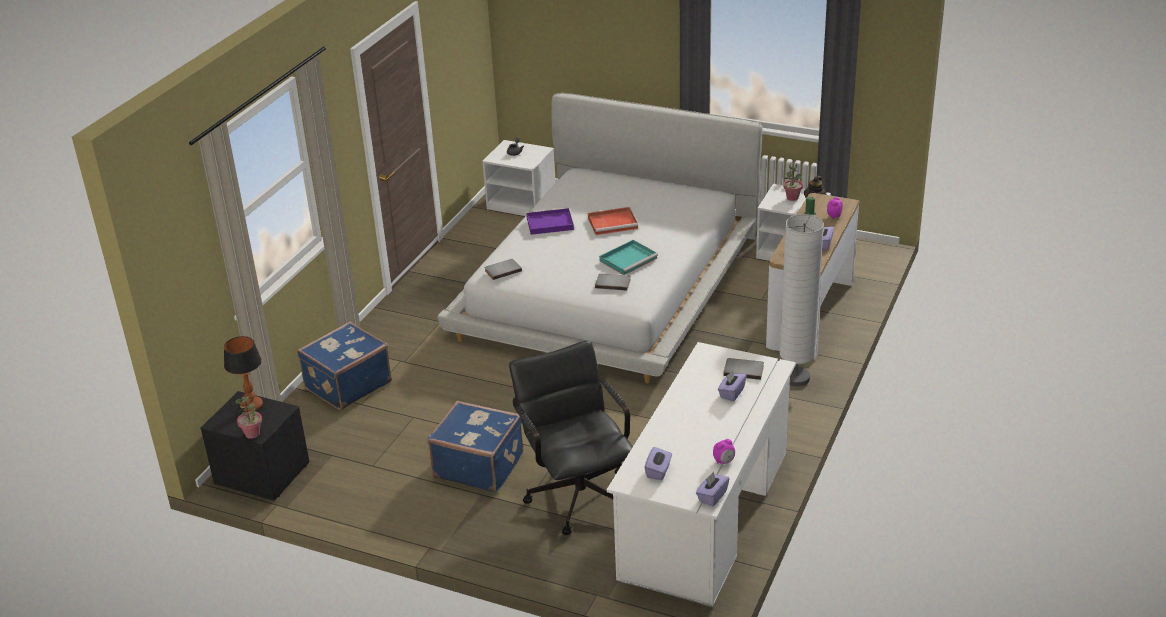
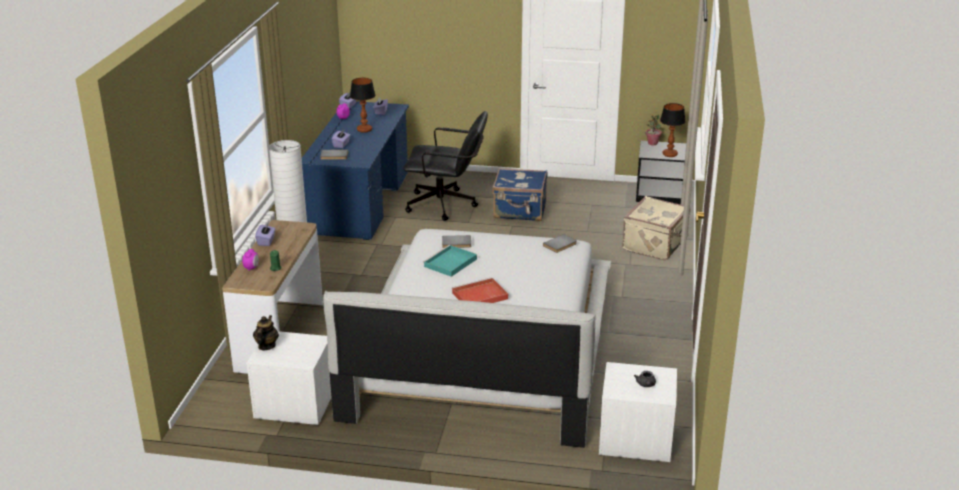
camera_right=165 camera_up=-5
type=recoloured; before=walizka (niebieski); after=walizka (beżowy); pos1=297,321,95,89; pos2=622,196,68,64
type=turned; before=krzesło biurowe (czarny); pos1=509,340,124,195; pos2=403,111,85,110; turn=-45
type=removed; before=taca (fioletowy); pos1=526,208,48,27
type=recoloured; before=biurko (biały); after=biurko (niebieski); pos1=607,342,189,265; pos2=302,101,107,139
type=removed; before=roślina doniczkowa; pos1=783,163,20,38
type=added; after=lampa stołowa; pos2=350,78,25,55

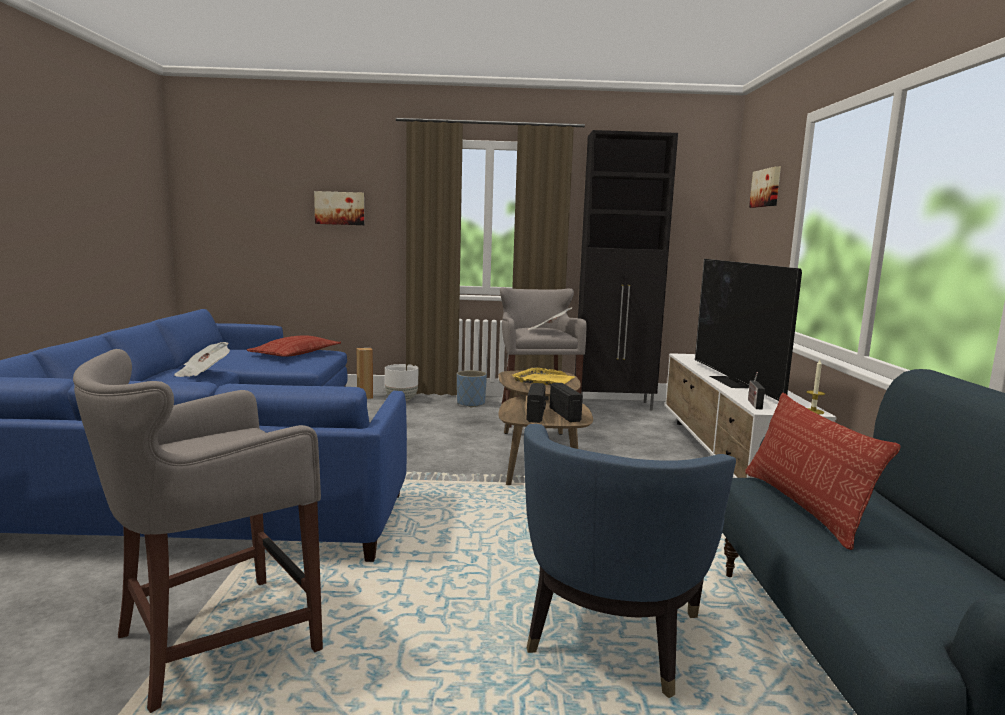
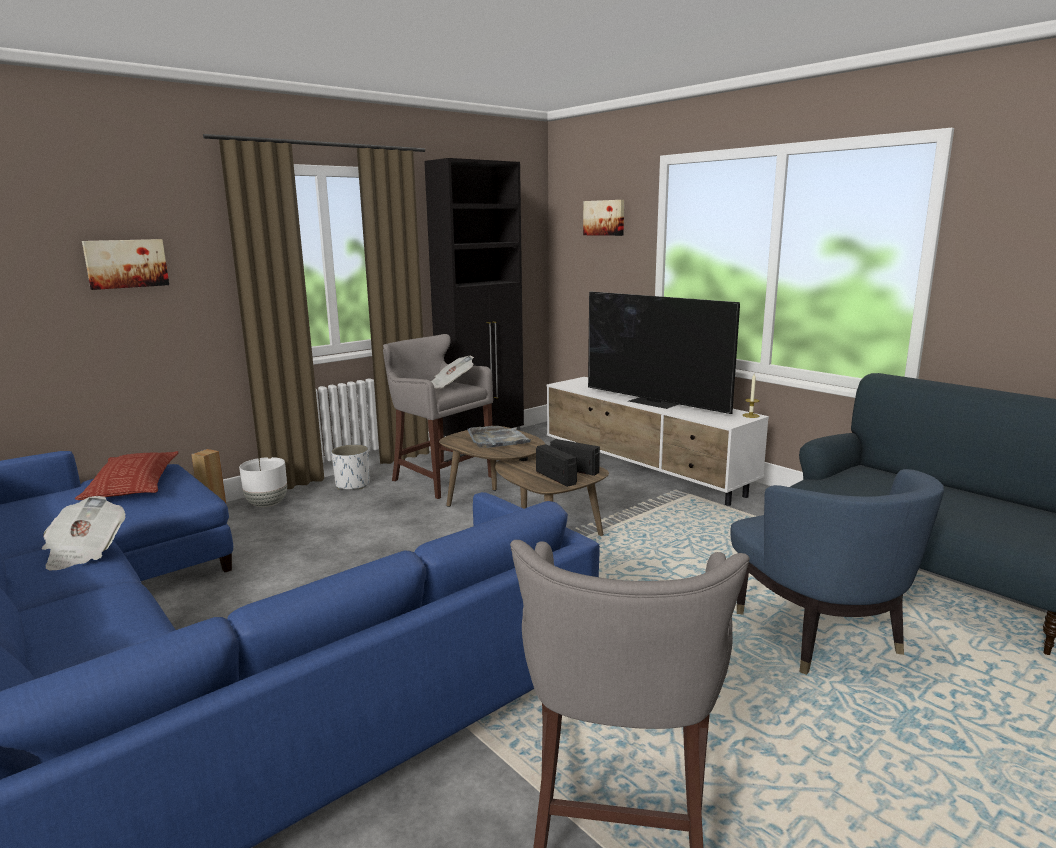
camera_right=-40 camera_up=5
type=recoloured; before=donica (niebieski); after=donica (biały); pos1=457,370,30,38; pos2=331,445,39,44
type=recoloured; before=taca (żółty); after=taca (szary); pos1=513,368,62,17; pos2=468,426,65,22
type=removed; before=poduszka; pos1=745,393,156,157
type=removed; before=radio; pos1=748,372,17,38

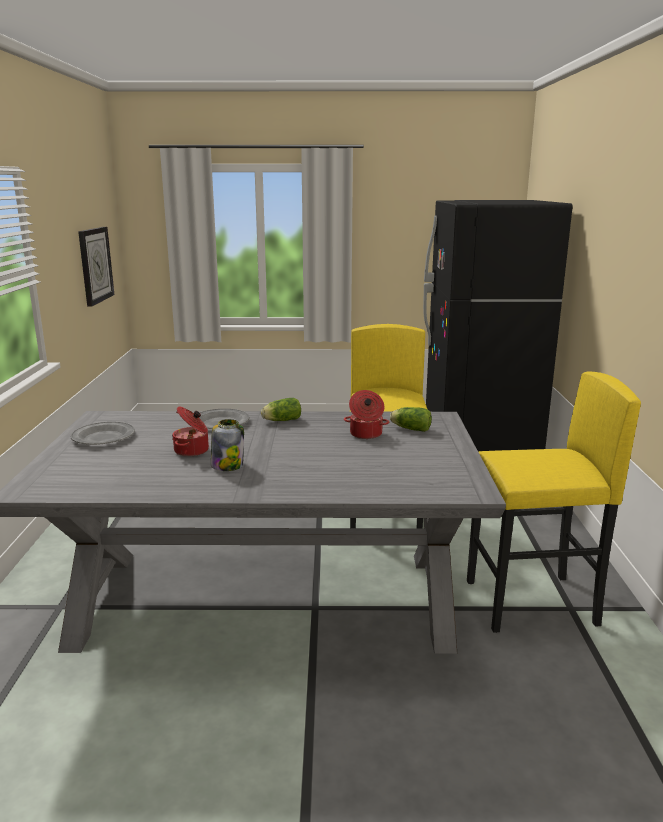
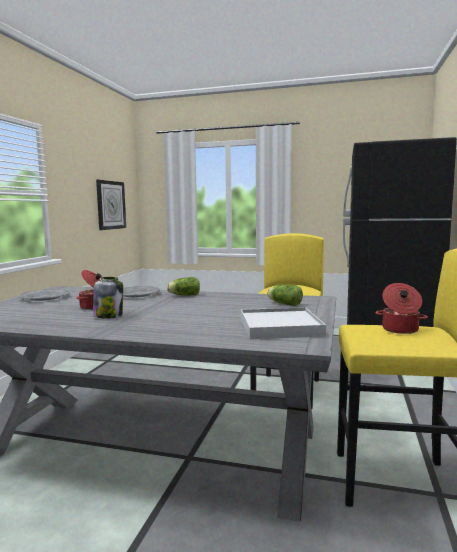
camera_right=15 camera_up=-10
type=moved; before=garnek; pos1=344,390,45,49; pos2=375,283,53,51
type=added; after=taca (biały); pos2=241,307,85,32

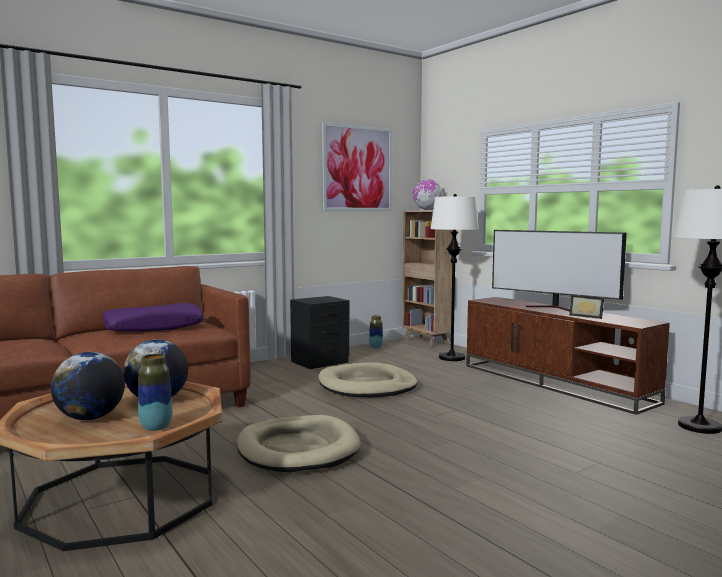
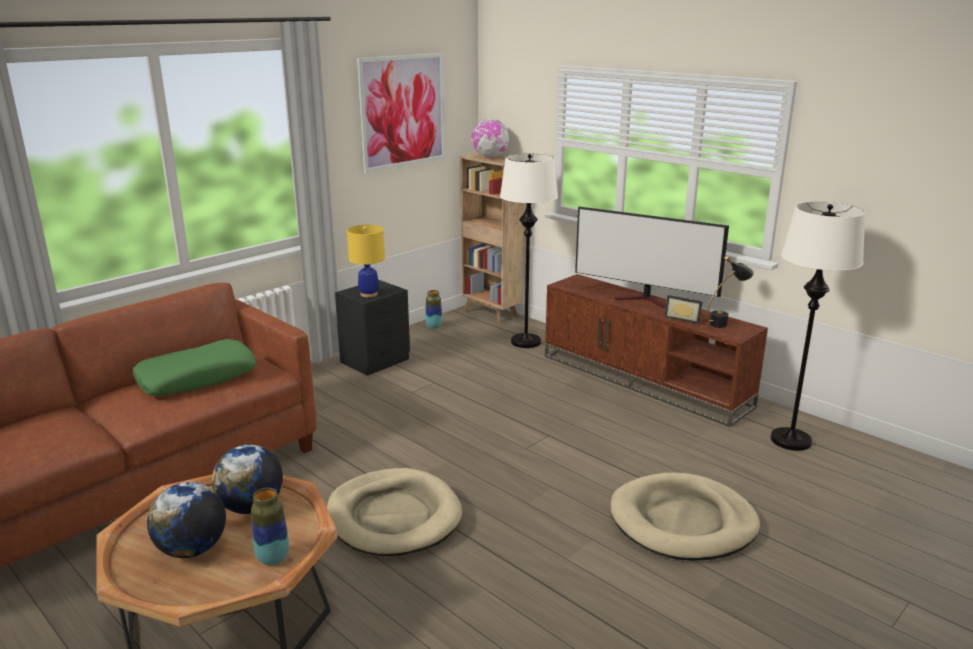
camera_right=-10 camera_up=15
type=recoloured; before=poduszka (fioletowy); after=poduszka (zielony); pos1=103,303,101,29; pos2=133,339,123,57
type=moved; before=legowisko (beżowy); pos1=318,362,100,35; pos2=611,473,149,88
type=added; after=lampa stołowa (żółty); pos2=347,225,38,72
type=added; after=lampa stołowa (czarny); pos2=706,255,48,73

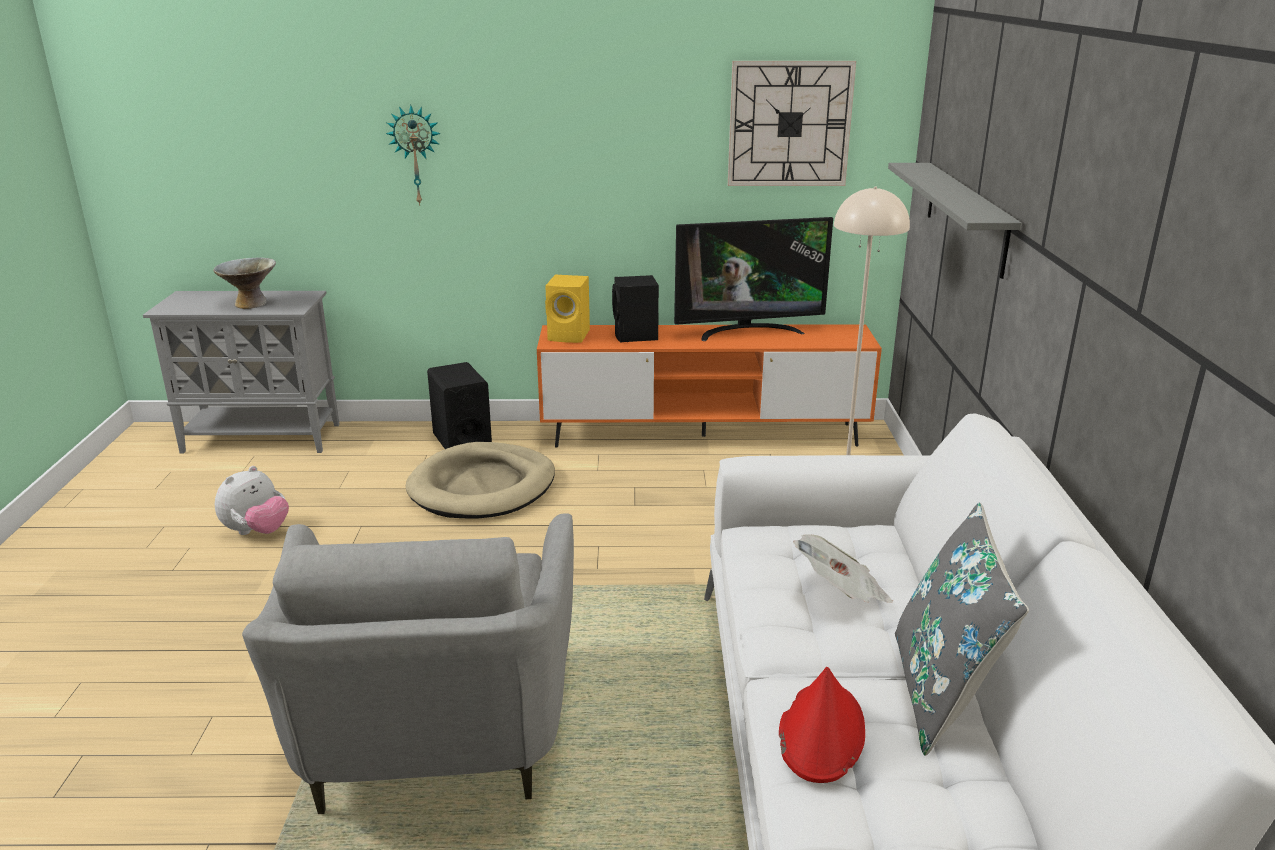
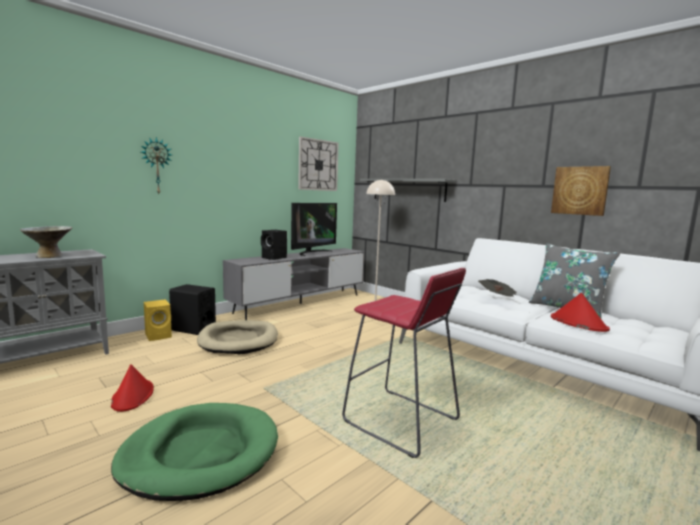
camera_right=-45 camera_up=-15
type=replaced; before=pluszak; after=kapelusz (czerwony); pos1=215,466,74,69; pos2=111,364,43,48
type=replaced; before=fotel (szary); after=stołek (czerwony); pos1=242,513,332,301; pos2=342,268,124,190
type=recoloured; before=szafka pod telewizor (pomarańczowy); after=szafka pod telewizor (szary); pos1=537,324,345,123; pos2=223,248,142,72
type=moved; before=głośnik (żółty); pos1=545,275,45,68; pos2=144,299,28,42
type=added; after=legowisko (zielony); pos2=111,403,167,98
type=added; after=obraz; pos2=551,166,60,50

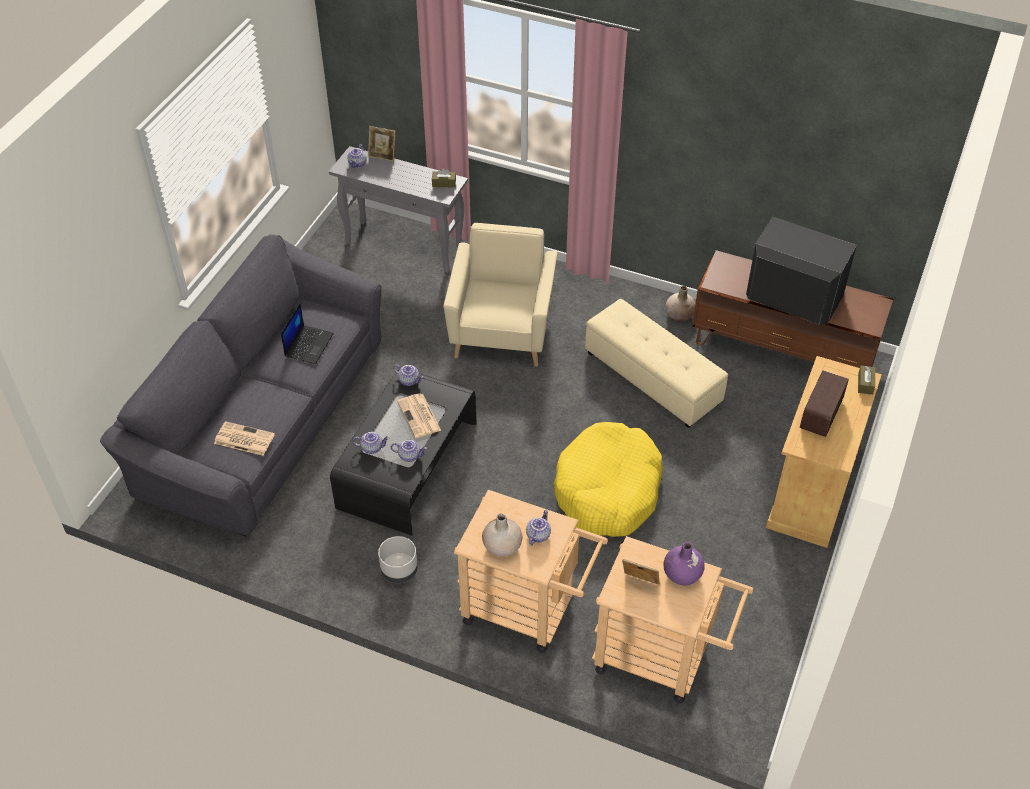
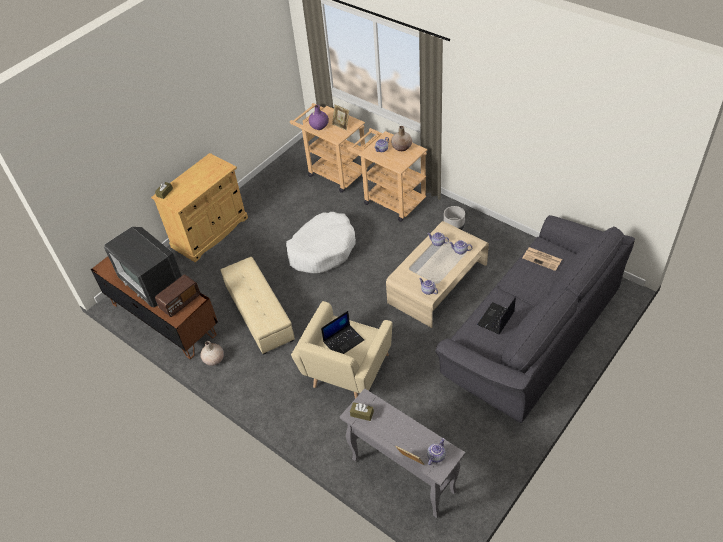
camera_right=-160 camera_up=0
type=recoloured; before=ława (czarny); after=ława (beżowy); pos1=330,368,147,168; pos2=386,221,103,107
type=removed; before=gazeta; pos1=397,393,44,45
type=recoloured; before=legowisko (żółty); after=legowisko (biały); pos1=554,422,109,115; pos2=286,212,70,61
type=moved; before=radio; pos1=800,370,49,67; pos2=155,274,45,43
type=added; after=laptop; pos2=321,311,43,43

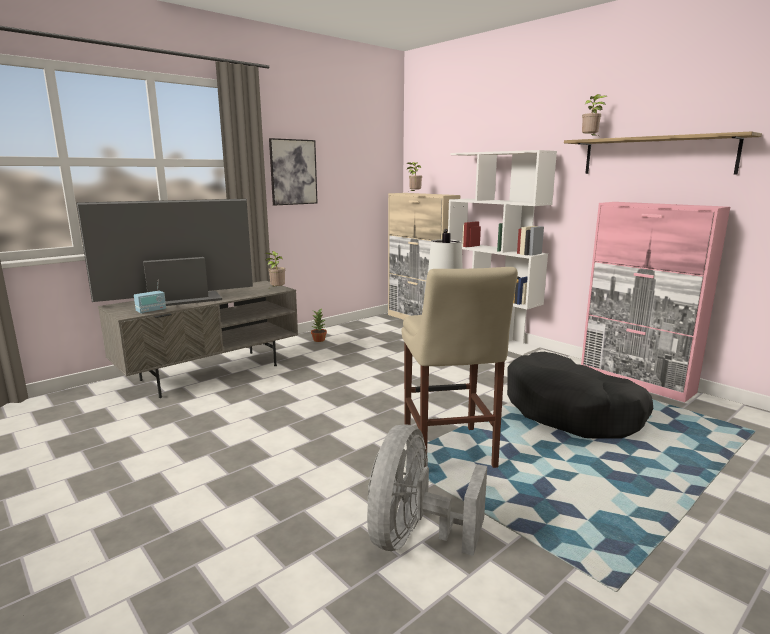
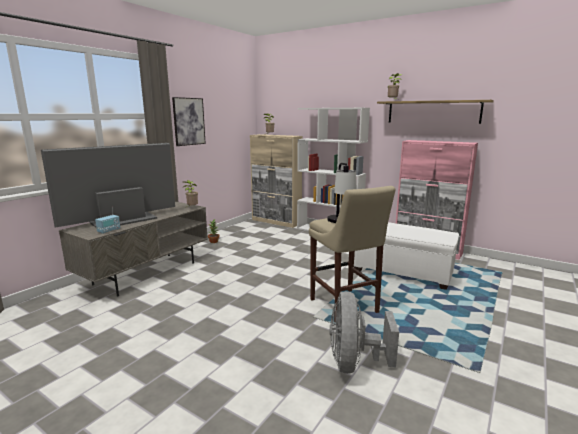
camera_right=-15 camera_up=0
type=replaced; before=legowisko (czarny); after=pufa (biały); pos1=507,352,146,86; pos2=354,222,105,68

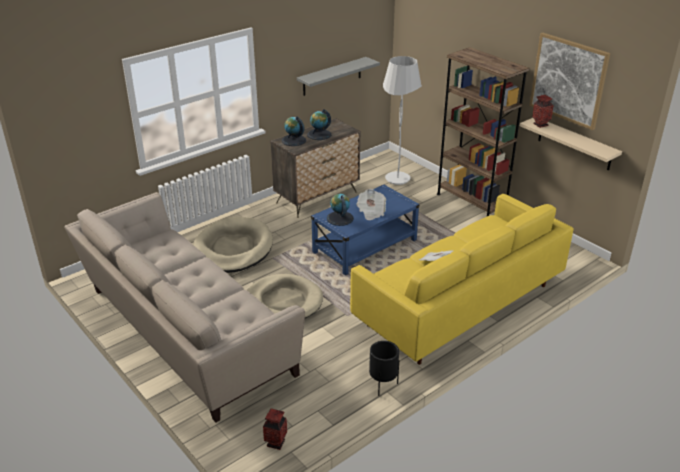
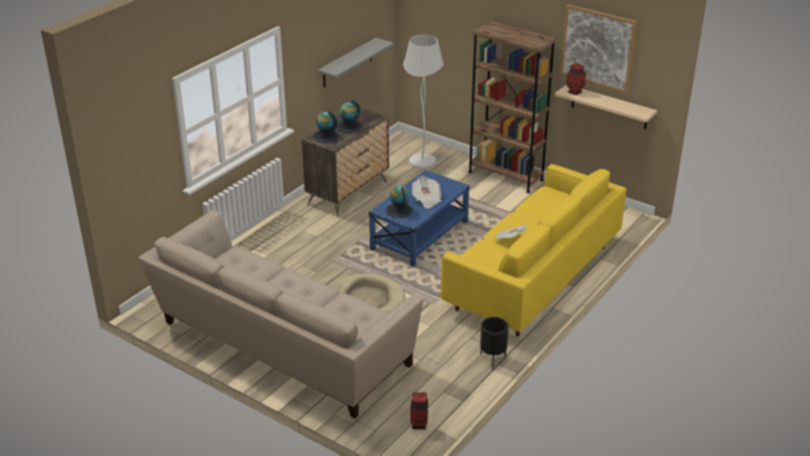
camera_right=-15 camera_up=0
type=removed; before=legowisko (beżowy); pos1=193,217,80,56

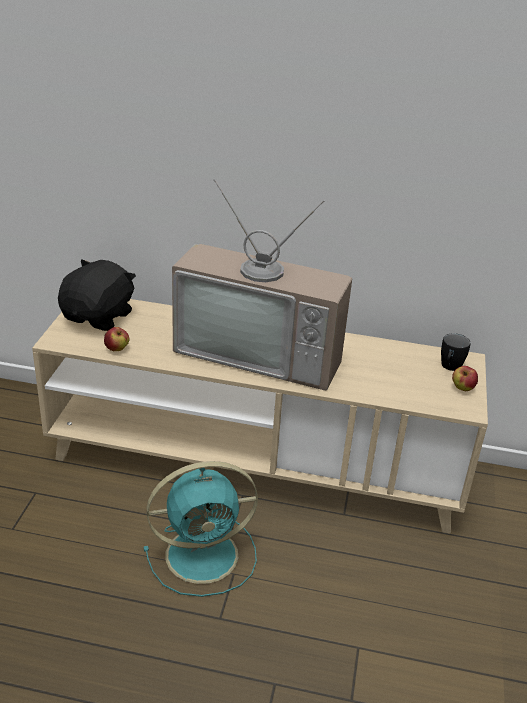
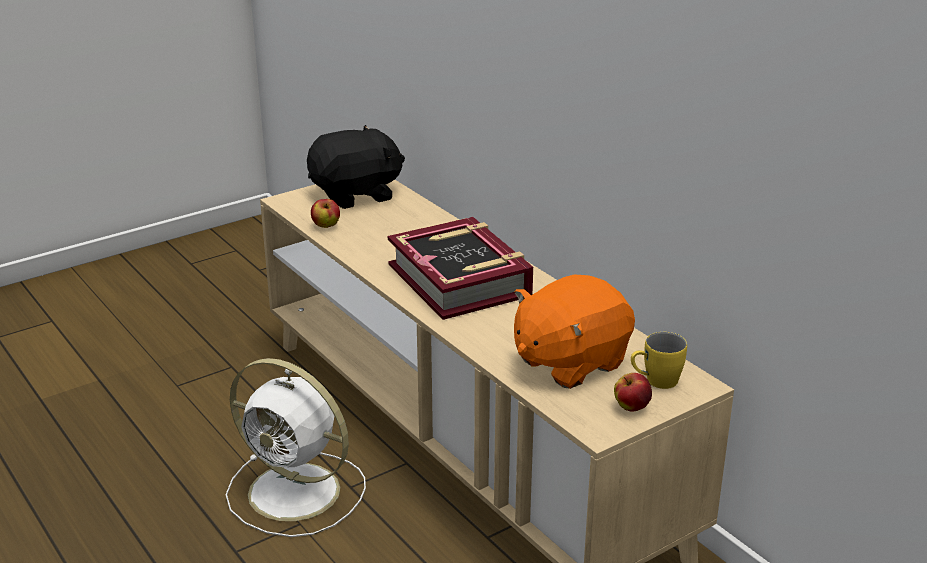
camera_right=45 camera_up=-5
type=recoloured; before=wentylator (turkusowy); after=wentylator (biały); pos1=144,461,114,136; pos2=225,358,141,179
type=replaced; before=telewizor; after=książka; pos1=172,179,180,211; pos2=388,217,145,103
type=recoloured; before=kubek (czarny); after=kubek (żółty); pos1=441,333,29,38; pos2=631,332,56,57
type=added; after=pluszak (pomarańczowy); pos2=514,274,121,115

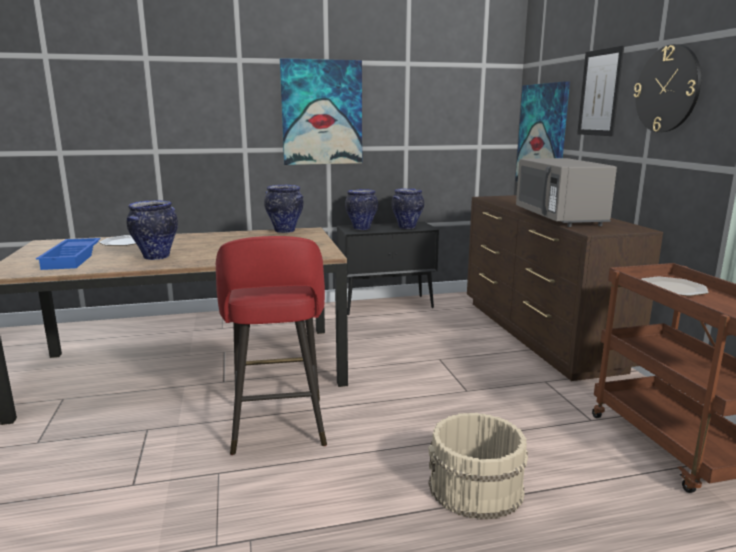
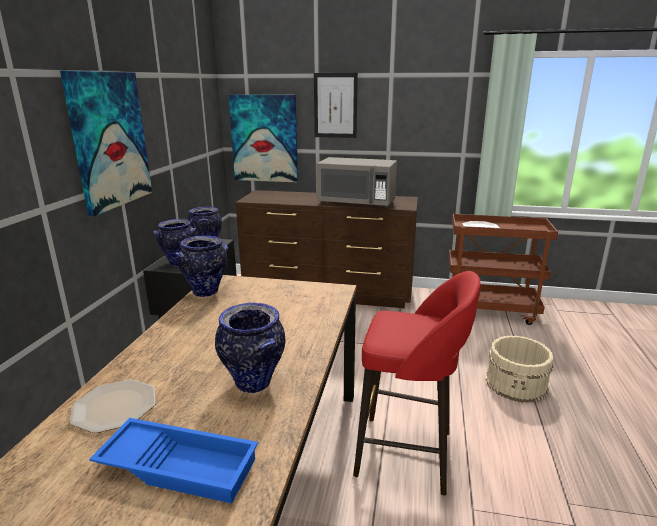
camera_right=-65 camera_up=5
type=removed; before=zegar ścienny; pos1=634,44,67,88

